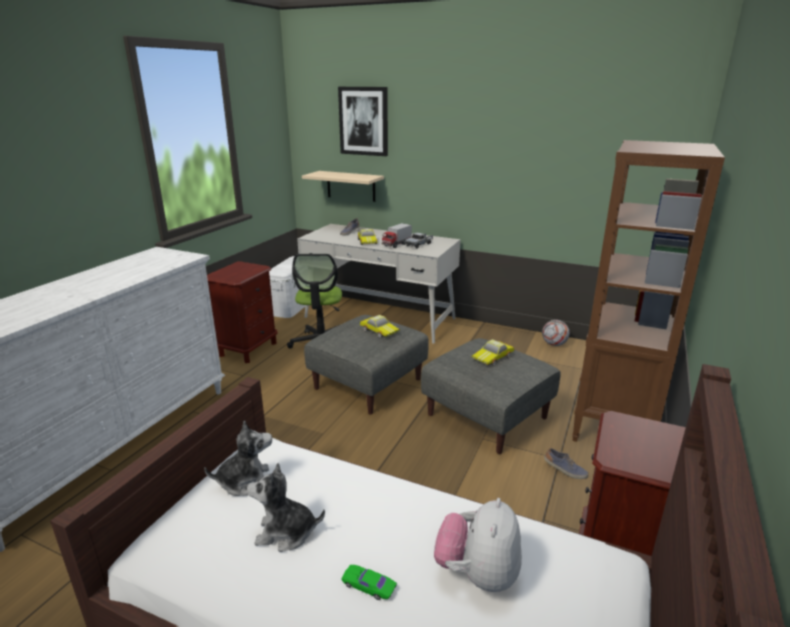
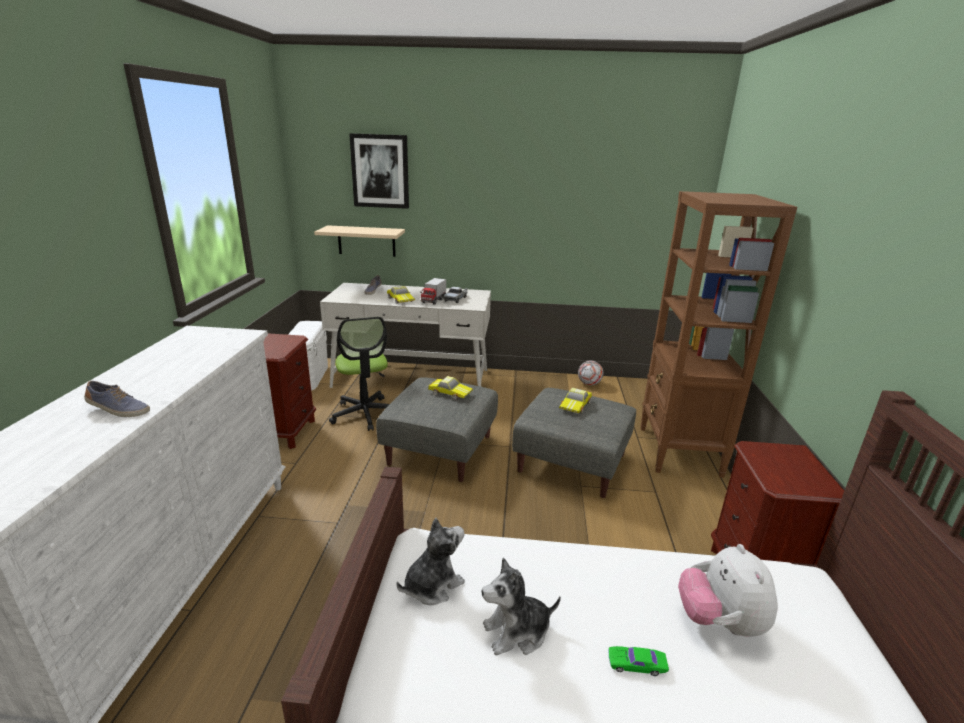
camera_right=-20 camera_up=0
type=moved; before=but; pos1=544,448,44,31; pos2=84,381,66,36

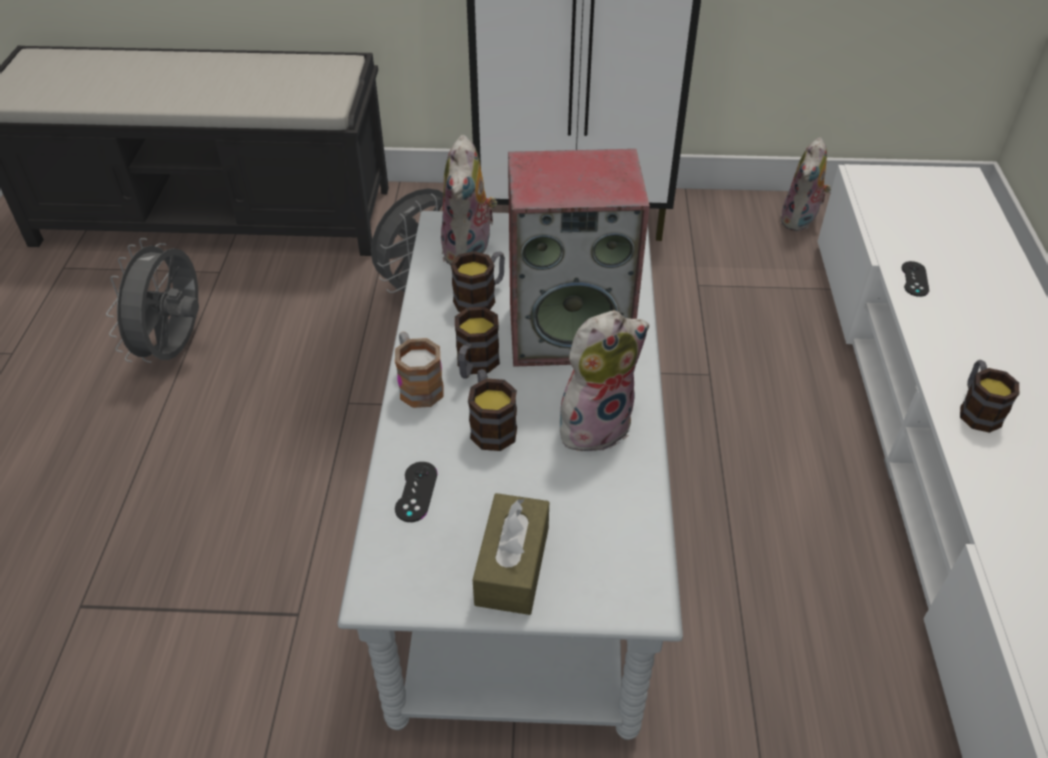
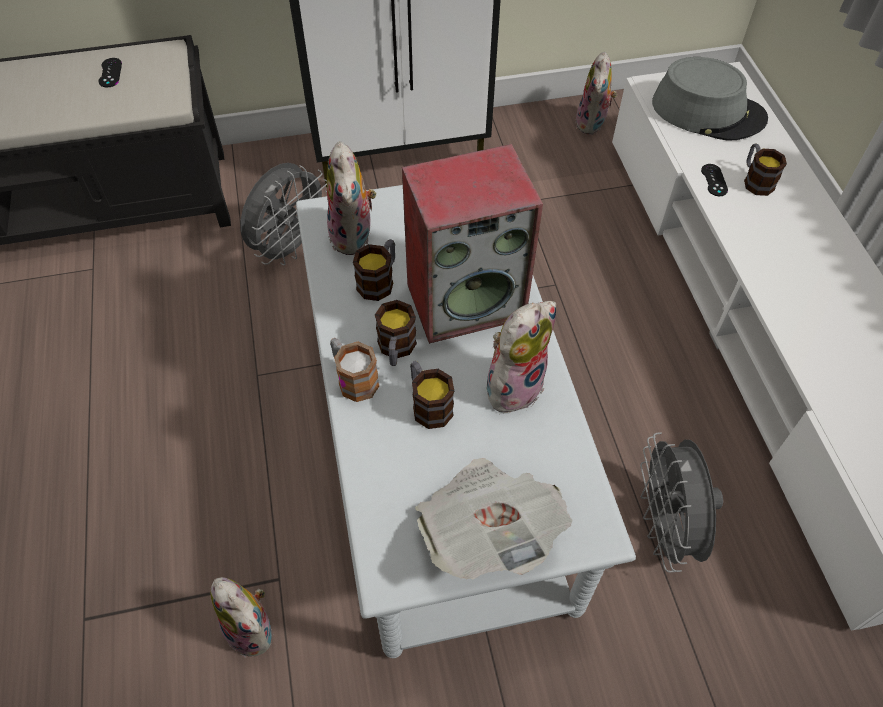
camera_right=-15 camera_up=10
type=moved; before=wentylator (szary); pos1=106,238,93,125; pos2=640,432,83,140
type=moved; before=pad do gier (czarny); pos1=395,462,42,60; pos2=98,58,24,29
type=replaced; before=pudełko chusteczek (brązowy); after=gazeta; pos1=473,493,76,122; pos2=415,458,157,121
type=moved; before=kubek; pos1=960,360,59,73; pos2=744,143,43,53
type=added; after=pluszak; pos2=211,577,61,81
type=added; after=kapelusz (szary); pos2=652,57,116,84

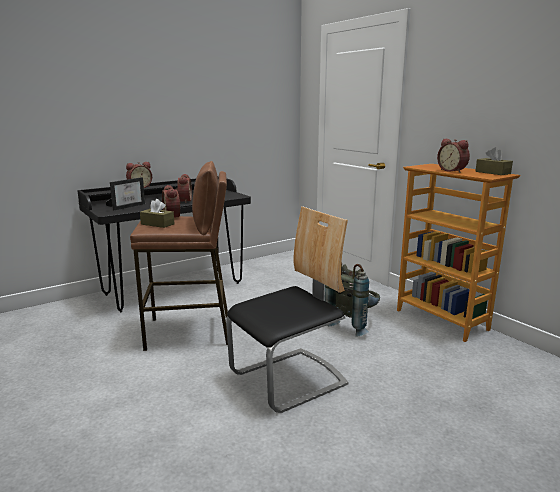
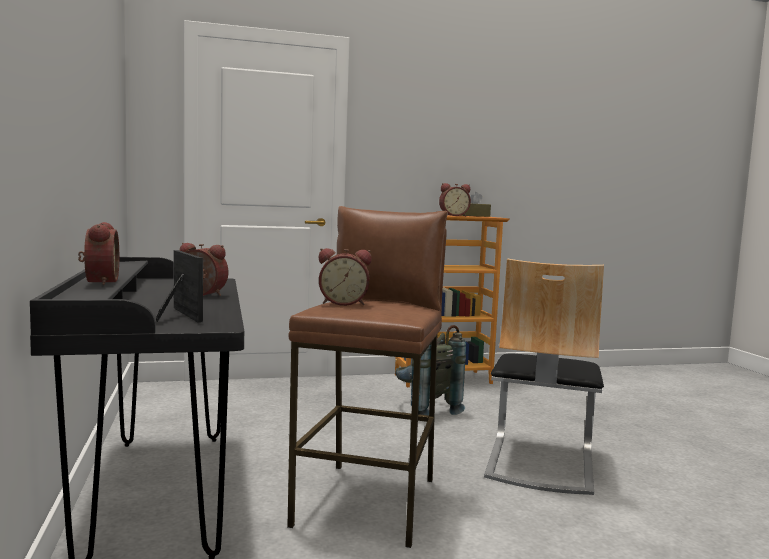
camera_right=-70 camera_up=-10
type=removed; before=pudełko chusteczek (brązowy); pos1=140,199,34,29
type=turned; before=krzesło; pos1=226,206,122,207; pos2=484,259,120,236; turn=-150

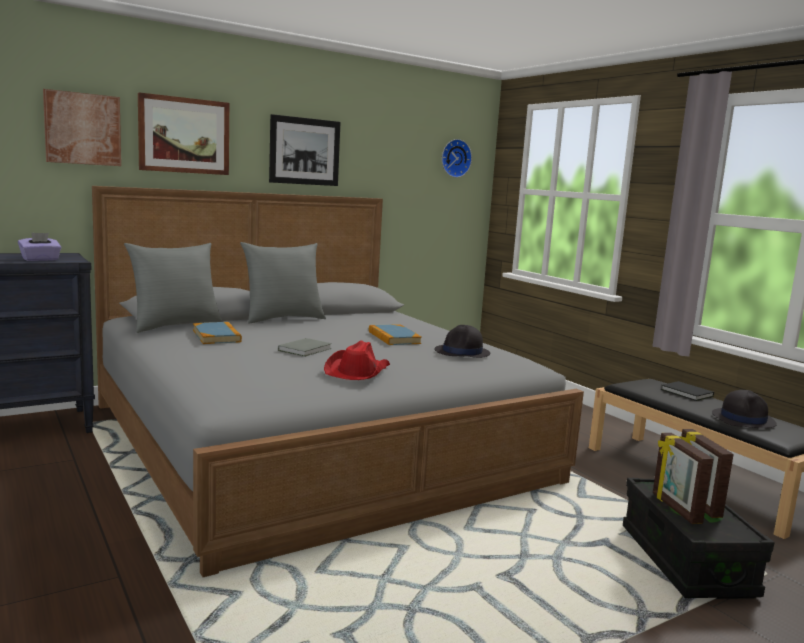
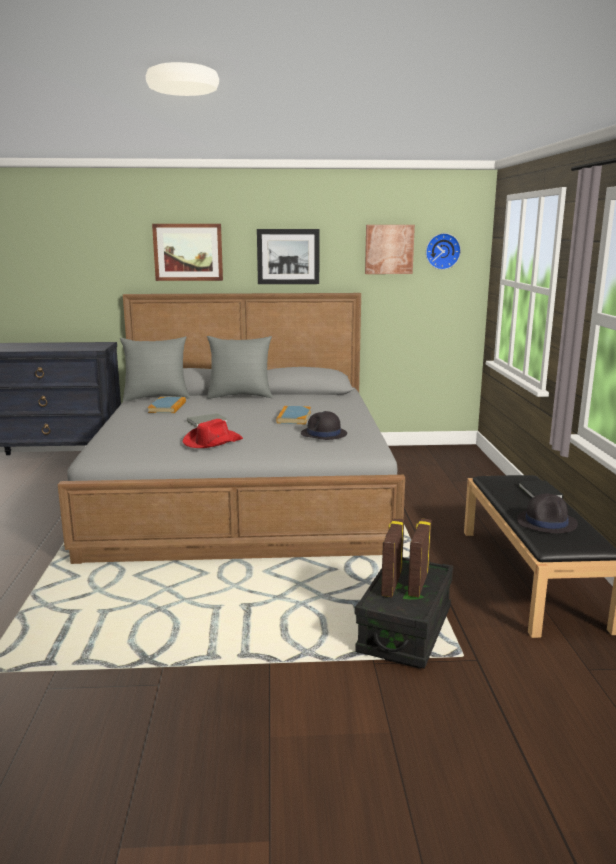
camera_right=30 camera_up=5
type=removed; before=pudełko chusteczek (fioletowy); pos1=18,233,44,28
type=moved; before=obraz; pos1=43,89,78,77; pos2=365,225,50,49

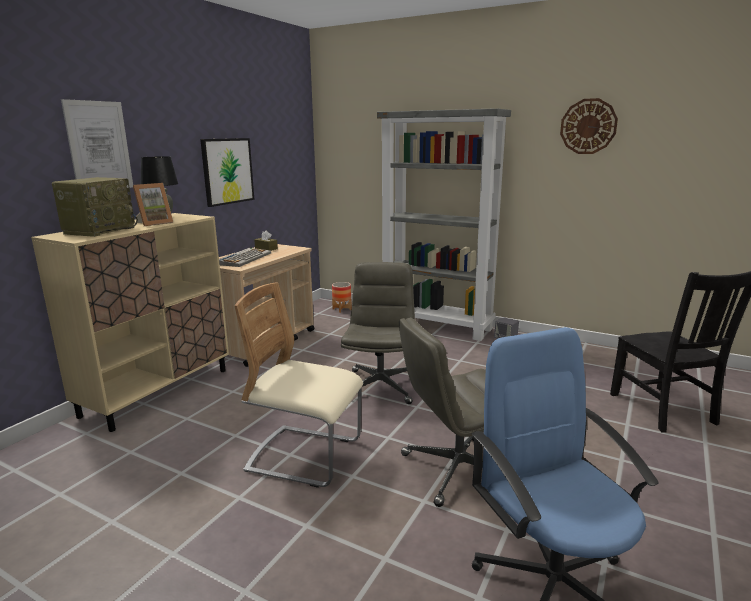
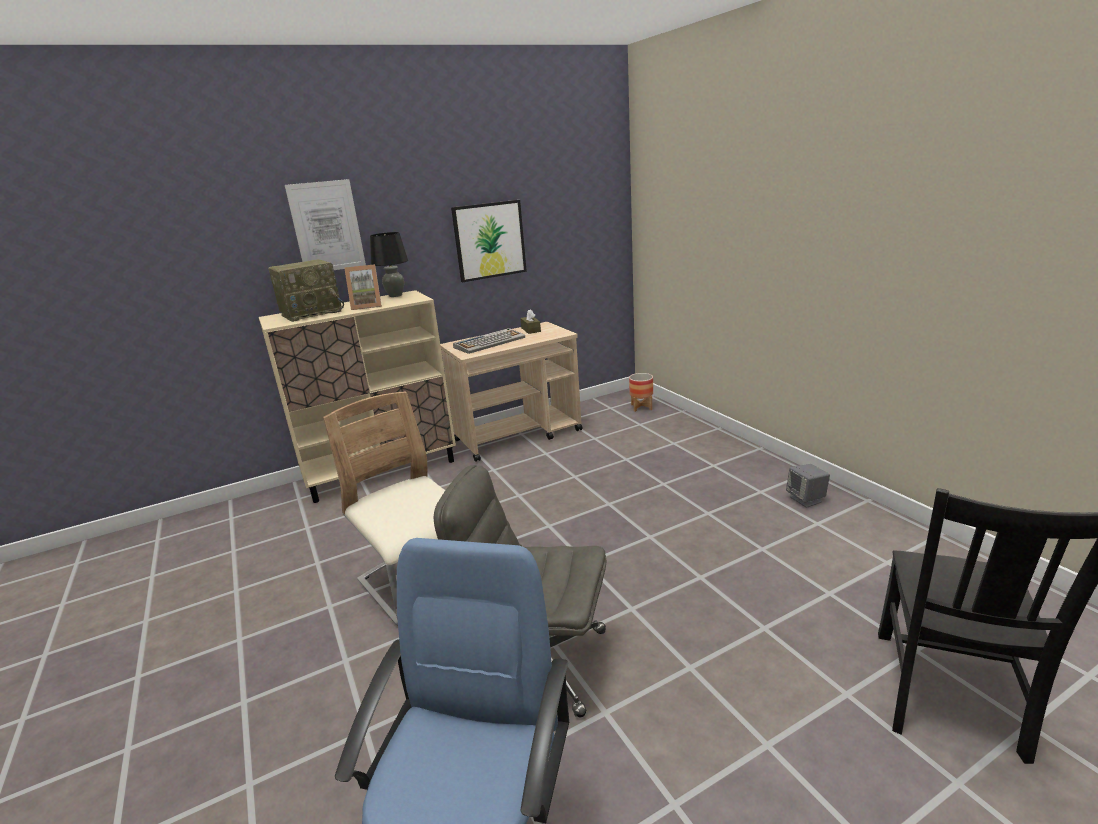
camera_right=35 camera_up=5
type=removed; before=krzesło biurowe (szary); pos1=341,262,74,142
type=removed; before=regał (szary); pos1=377,108,134,233
type=removed; before=zegar ścienny; pos1=560,98,58,56

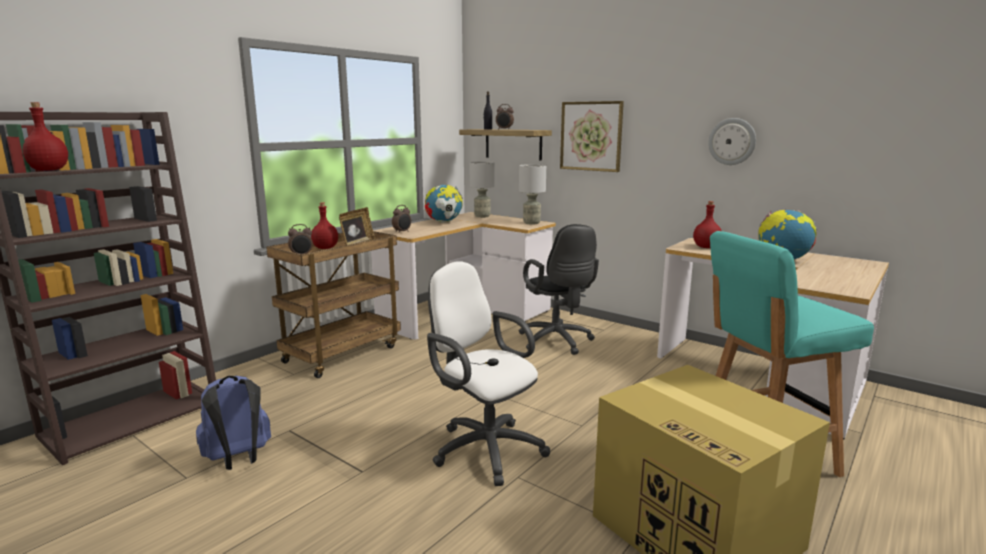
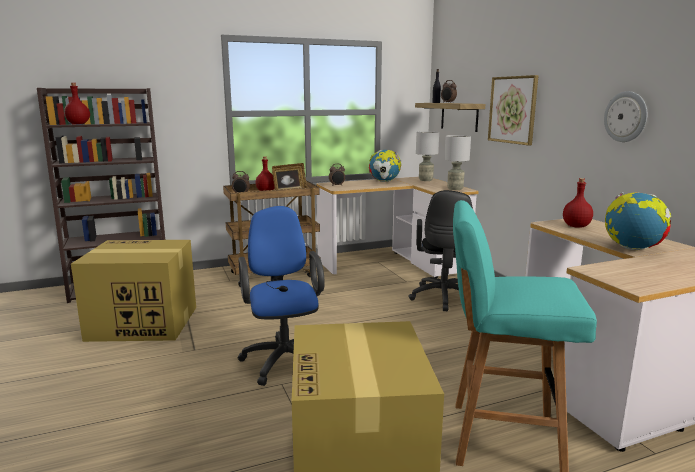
camera_right=30 camera_up=0
type=replaced; before=plecak (niebieski); after=karton; pos1=196,376,75,94; pos2=71,240,125,102
type=recoloured; before=krzesło biurowe (biały); after=krzesło biurowe (niebieski); pos1=427,261,123,225; pos2=238,206,87,180

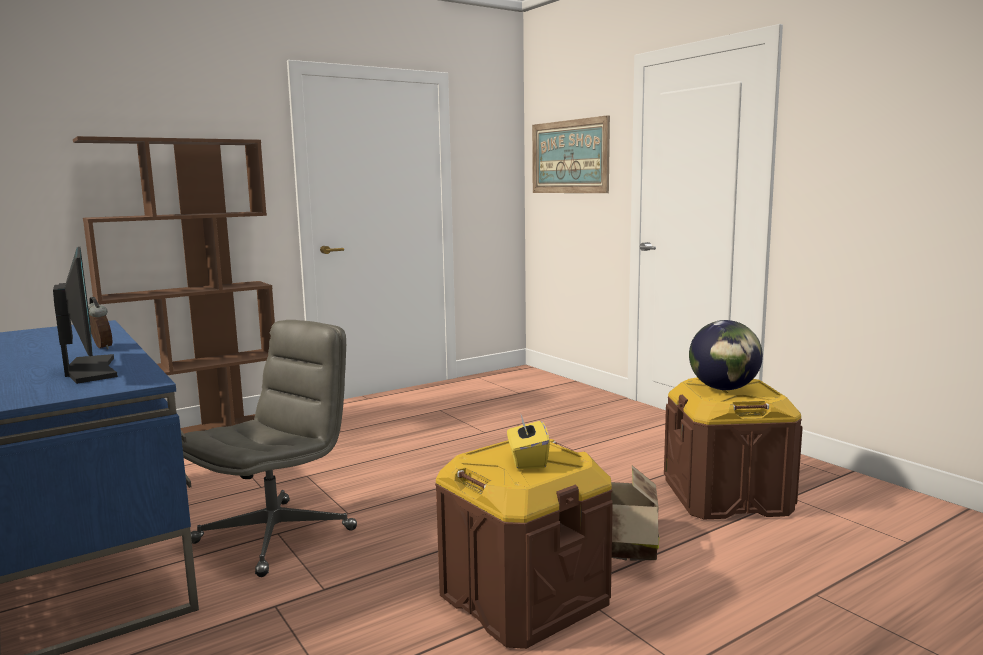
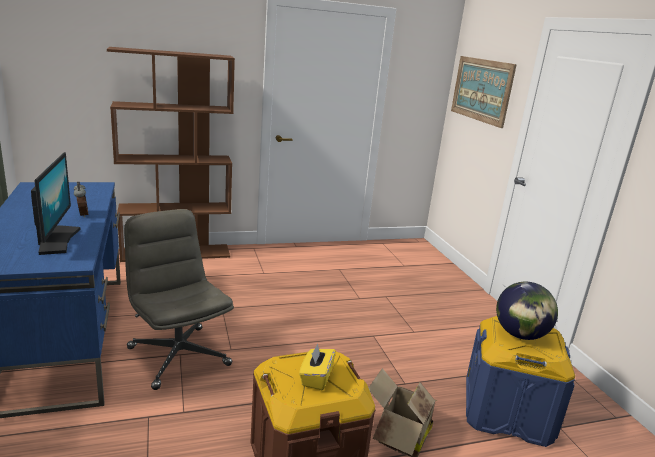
camera_right=15 camera_up=10
type=turned; before=krzesło biurowe (szary); pos1=182,320,175,257; pos2=124,209,110,181; turn=-90
type=recoloured; before=pojemnik do przechowywania (brązowy); after=pojemnik do przechowywania (niebieski); pos1=664,377,139,143; pos2=466,316,109,131

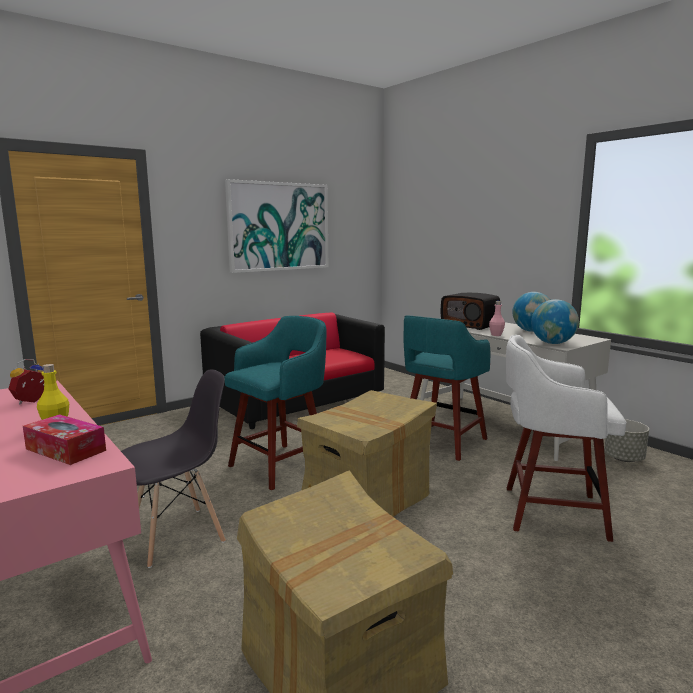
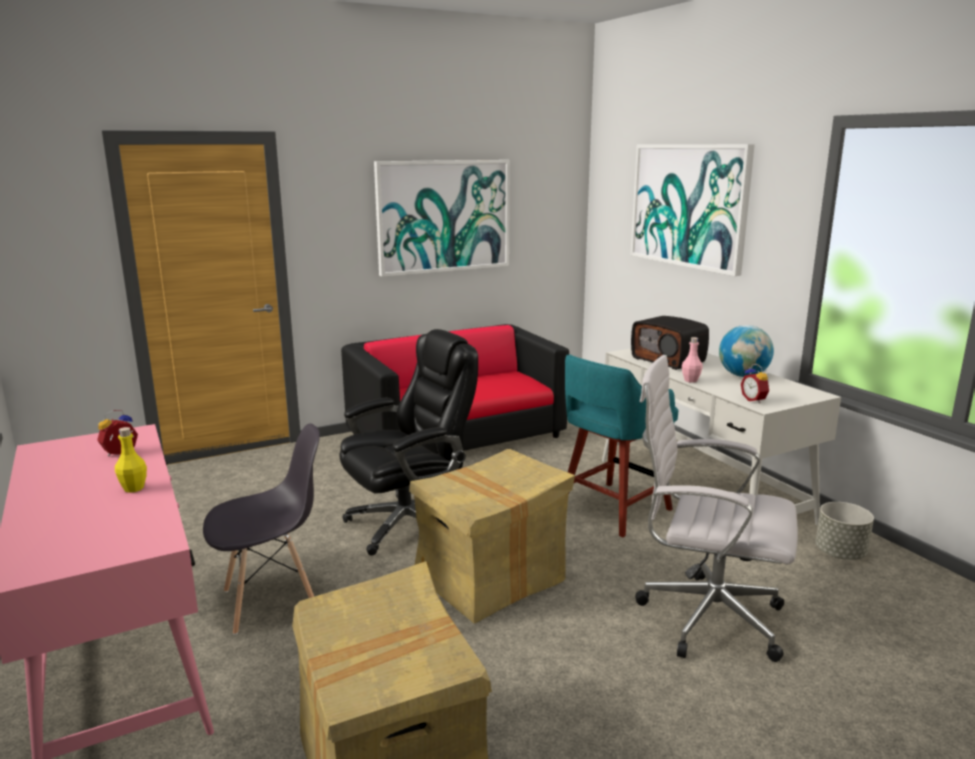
camera_right=10 camera_up=5
type=removed; before=pudełko chusteczek; pos1=23,414,83,51
type=replaced; before=stołek (turkusowy); after=krzesło biurowe (czarny); pos1=224,316,103,174; pos2=339,329,139,227
type=replaced; before=stołek (biały); after=krzesło biurowe (biały); pos1=506,335,120,207; pos2=635,355,163,307
type=replaced; before=globus; after=budzik; pos1=531,299,48,45; pos2=741,364,28,40
type=added; after=obraz; pos2=630,144,125,132

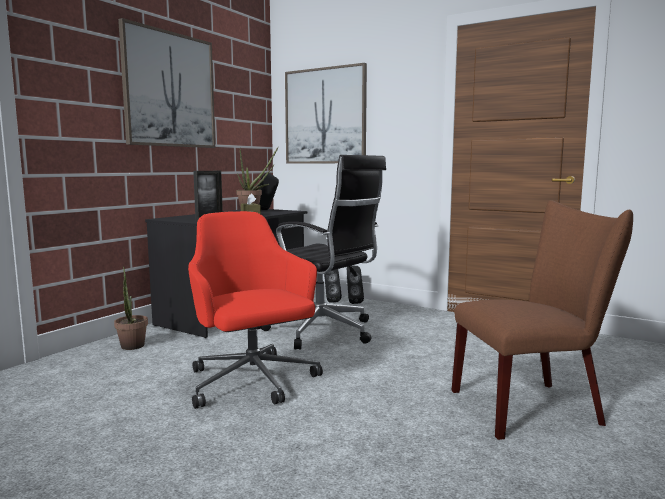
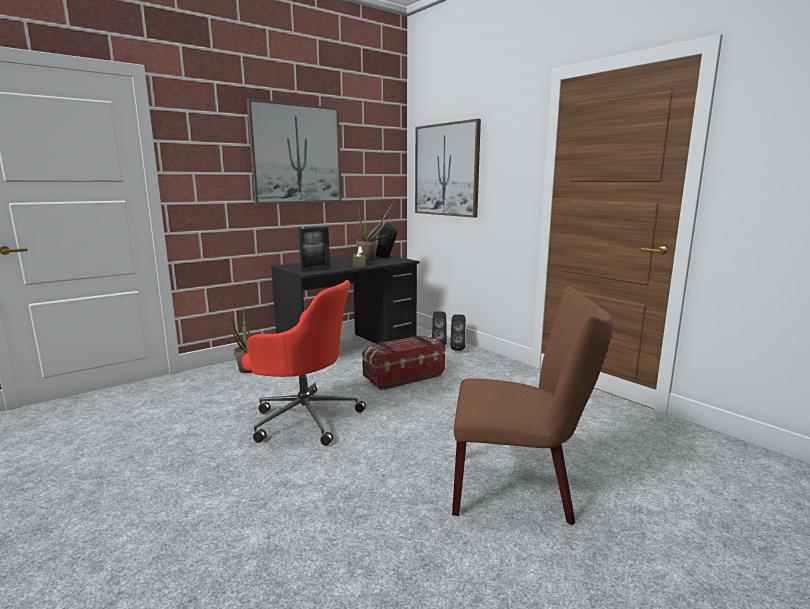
camera_right=20 camera_up=5
type=turned; before=krzesło biurowe (czerwony); pos1=188,211,135,198; pos2=242,280,124,166; turn=120
type=replaced; before=krzesło biurowe (czarny); after=pojemnik do przechowywania; pos1=262,155,124,195; pos2=362,336,83,54

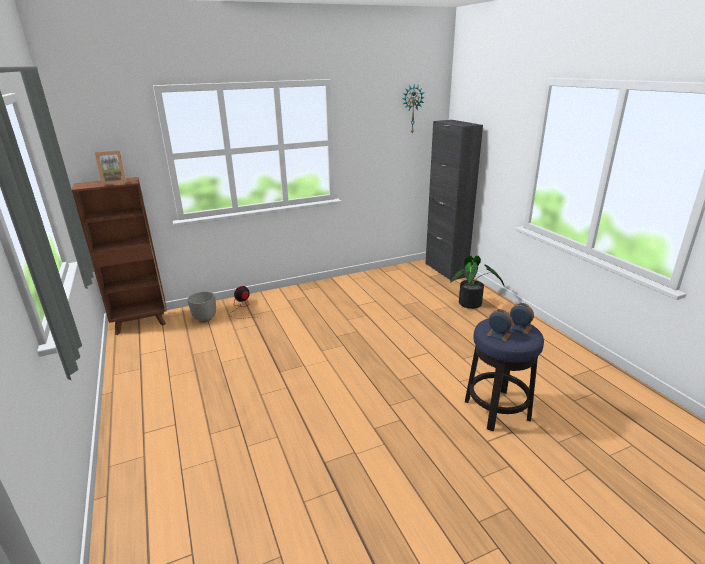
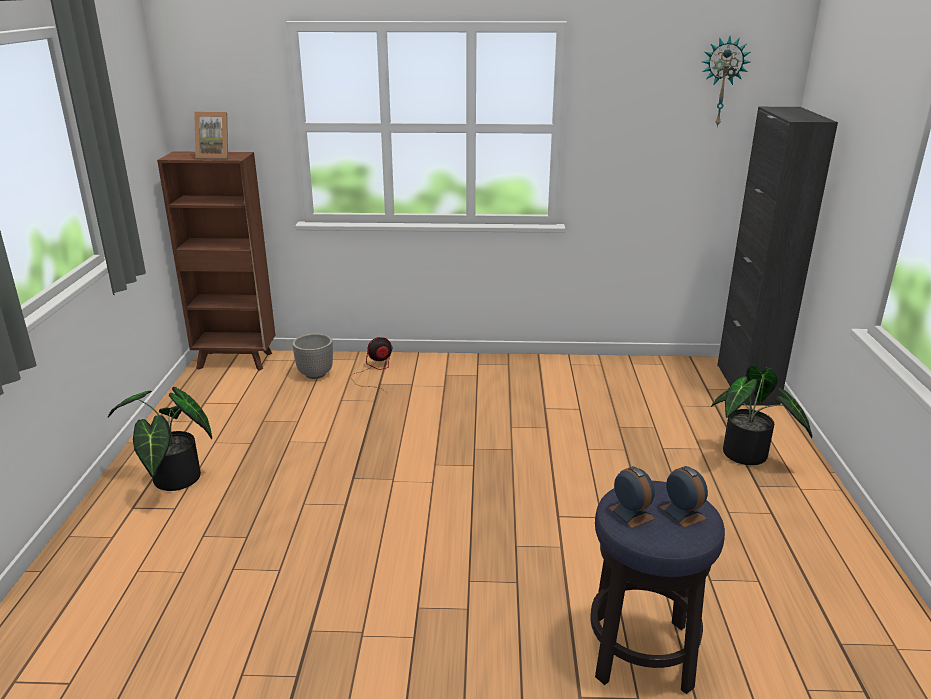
camera_right=25 camera_up=0
type=added; after=roślina doniczkowa; pos2=108,387,104,104

